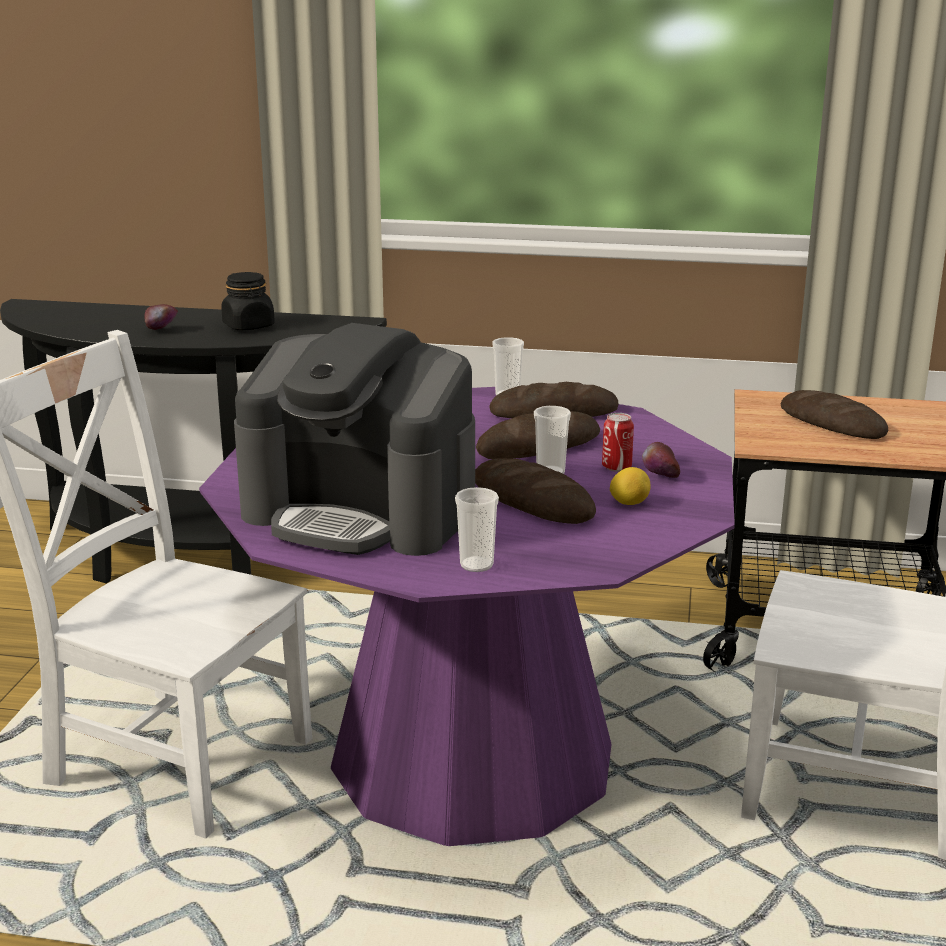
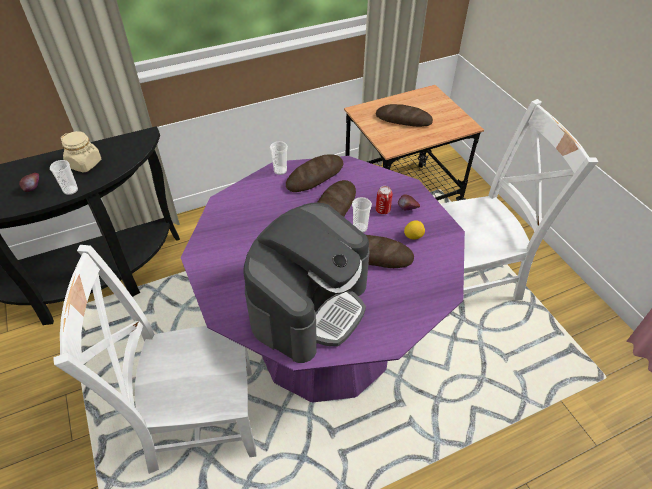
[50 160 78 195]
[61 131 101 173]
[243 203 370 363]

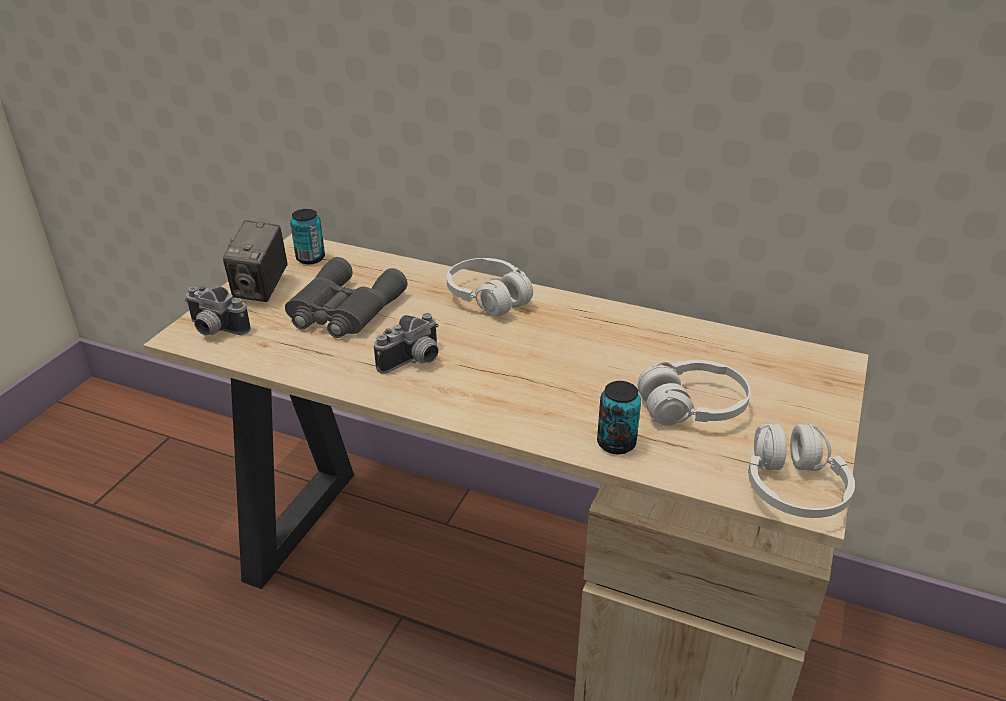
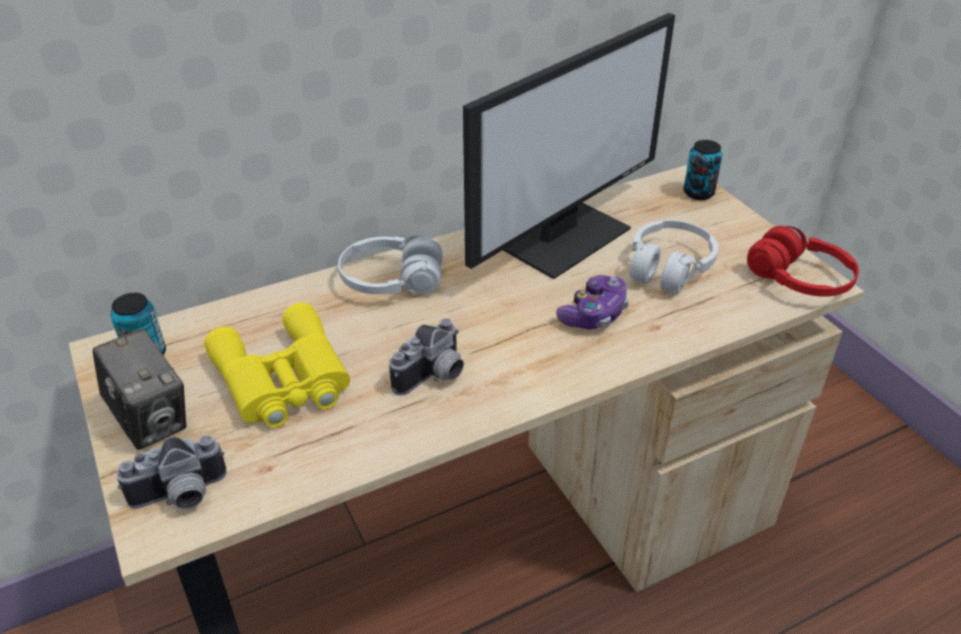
[204 302 350 427]
[389 318 464 395]
[463 13 675 279]
[556 275 629 329]
[683 140 722 200]
[747 226 859 297]

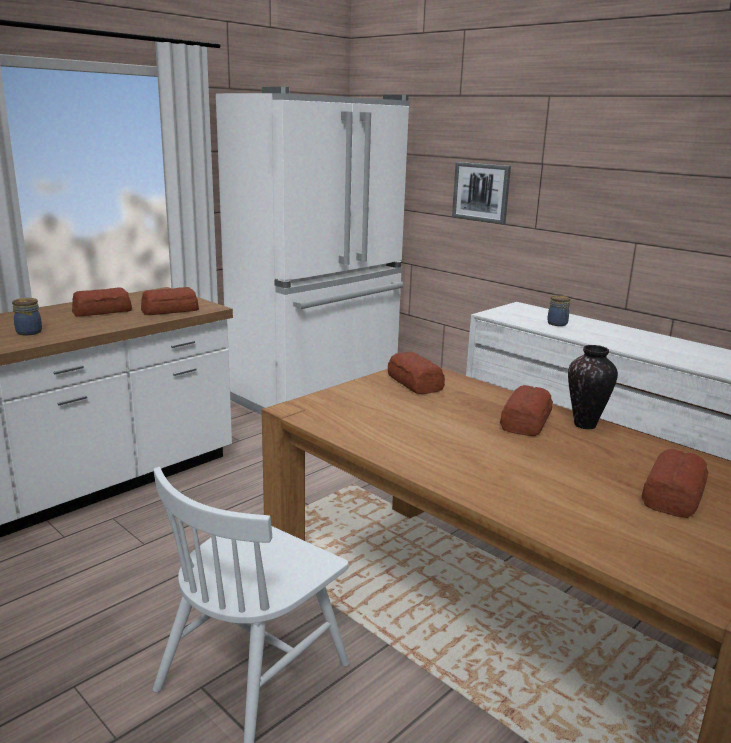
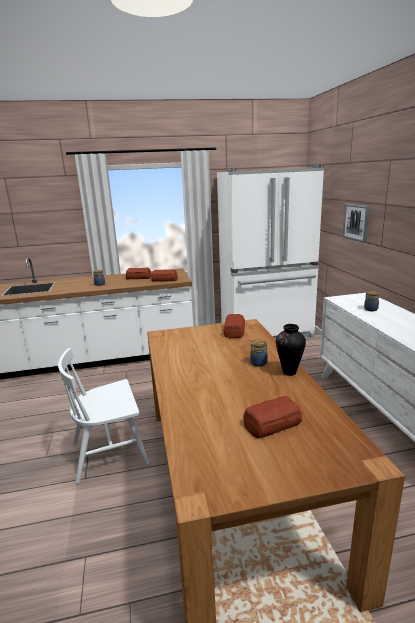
[250 340 268 367]

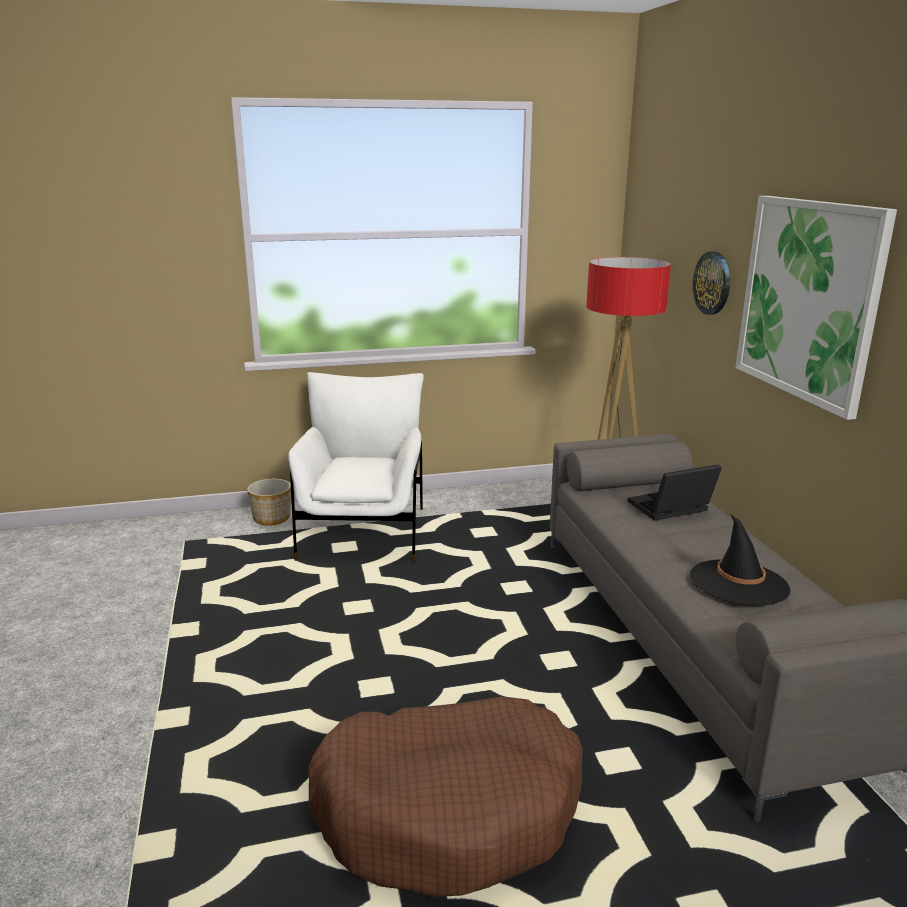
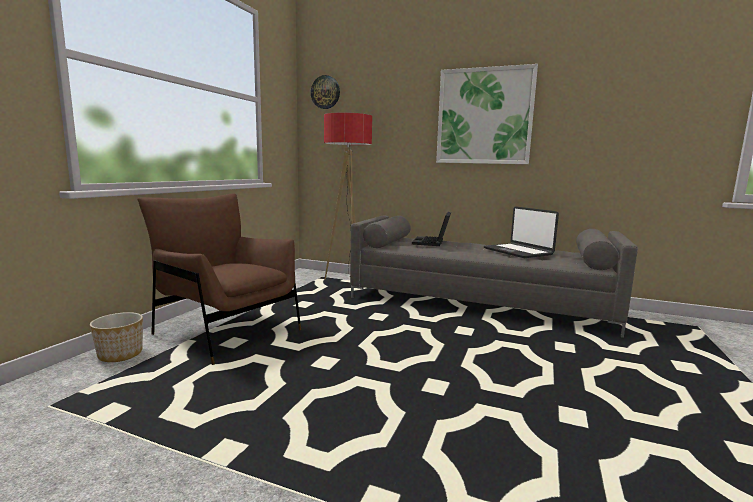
[137 194 301 365]
[311 75 340 109]
[484 206 559 258]
[308 696 583 897] (first image)

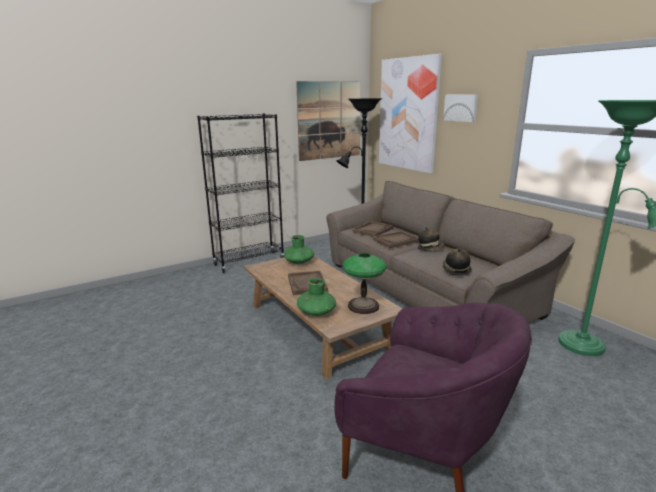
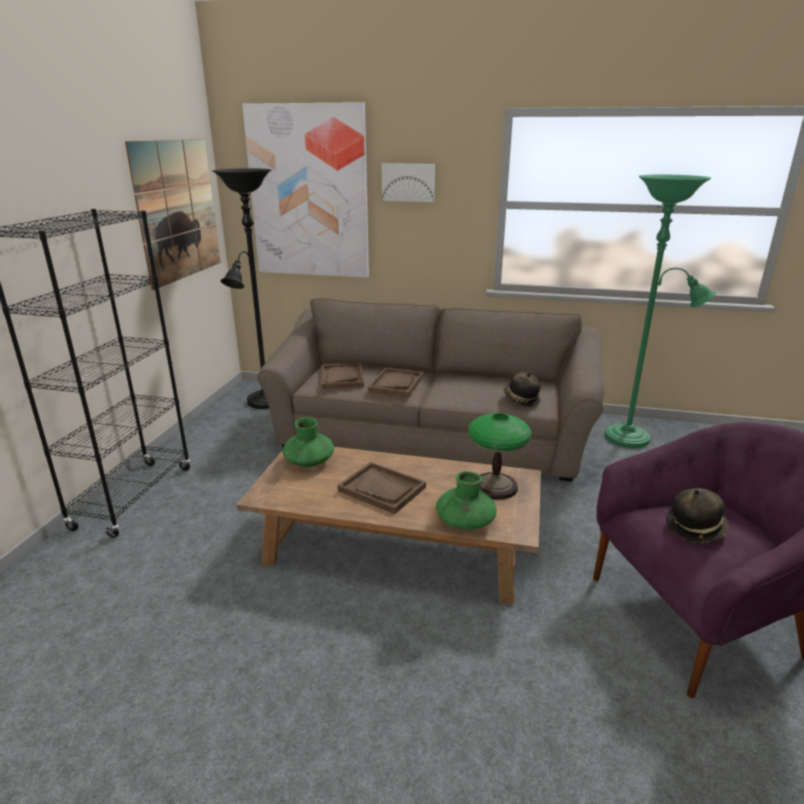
[666 488 729 543]

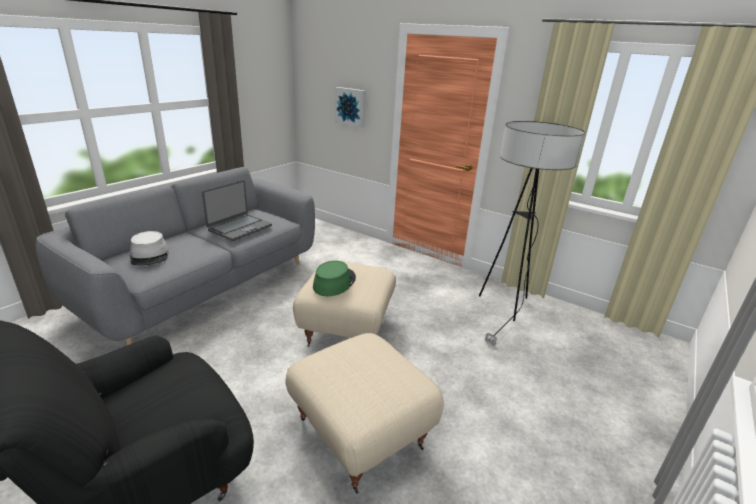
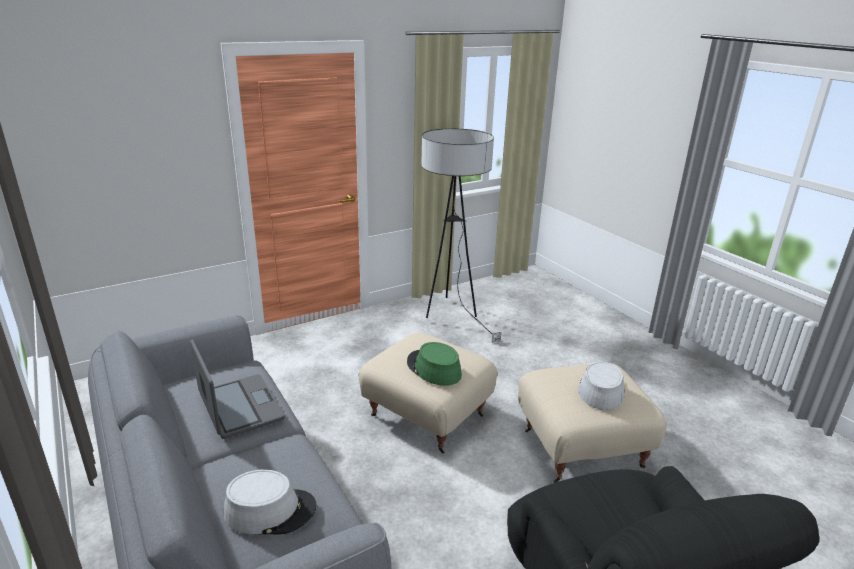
[578 362 625 410]
[335 87 366 127] (first image)

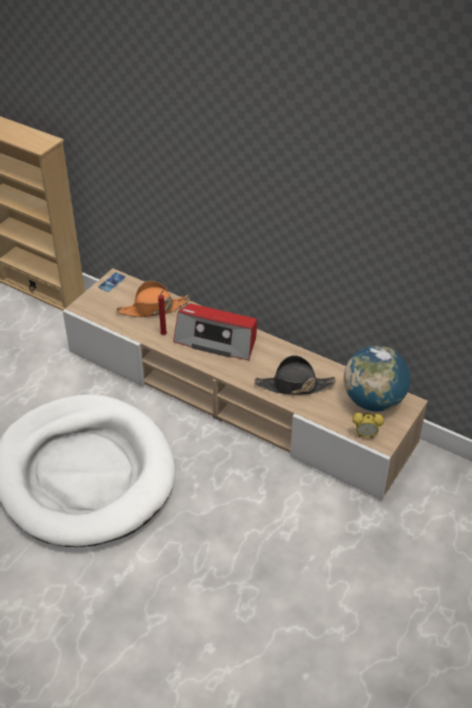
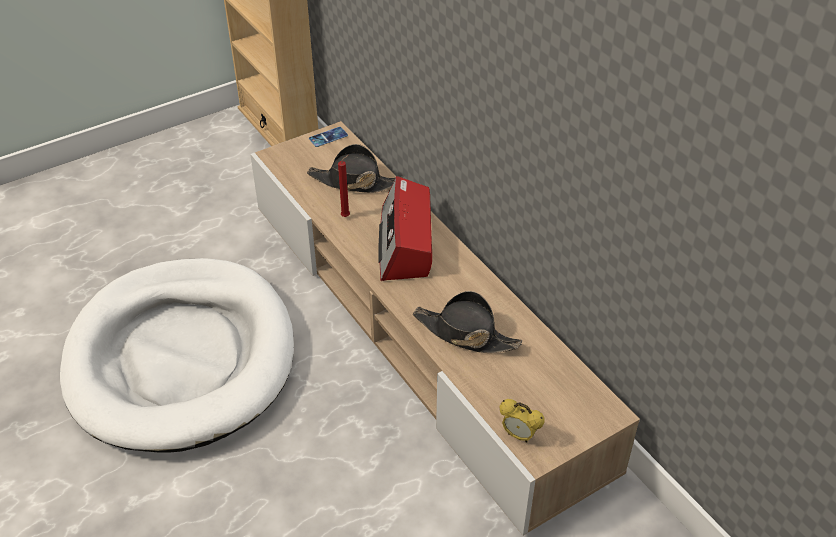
[307 144 403 193]
[379 176 432 281]
[344 346 410 412] (first image)

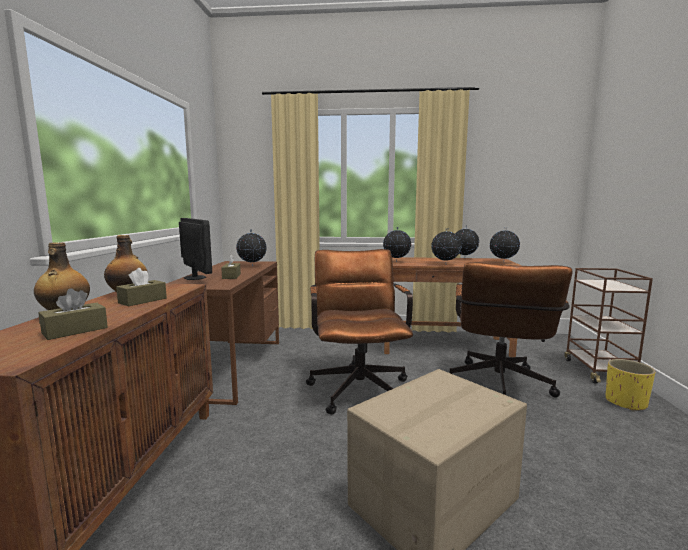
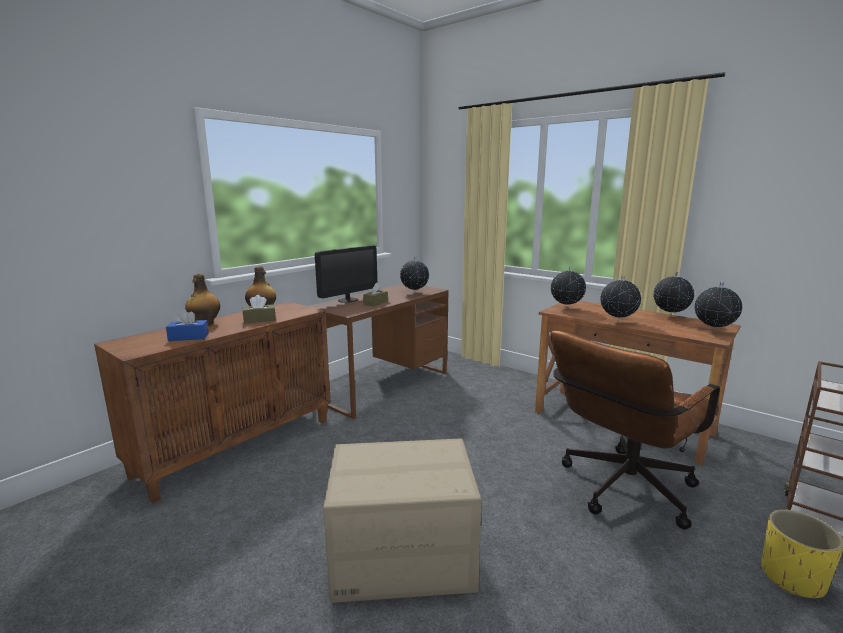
[166 310 209 341]
[315 245 377 303]
[306 249 413 415] (first image)

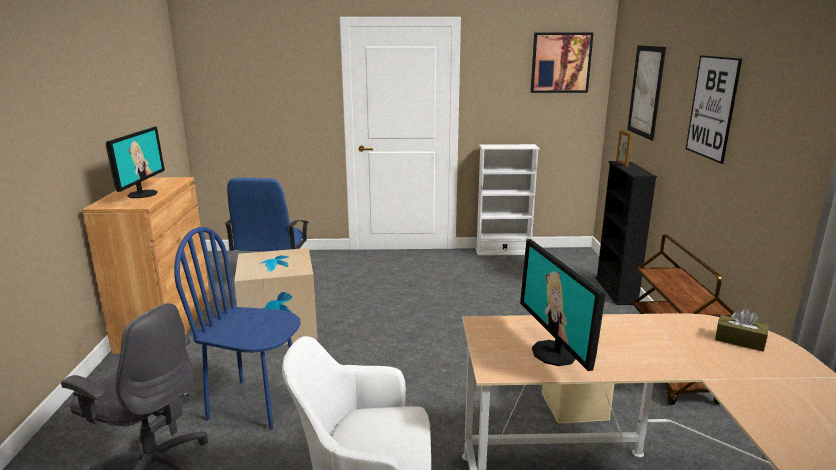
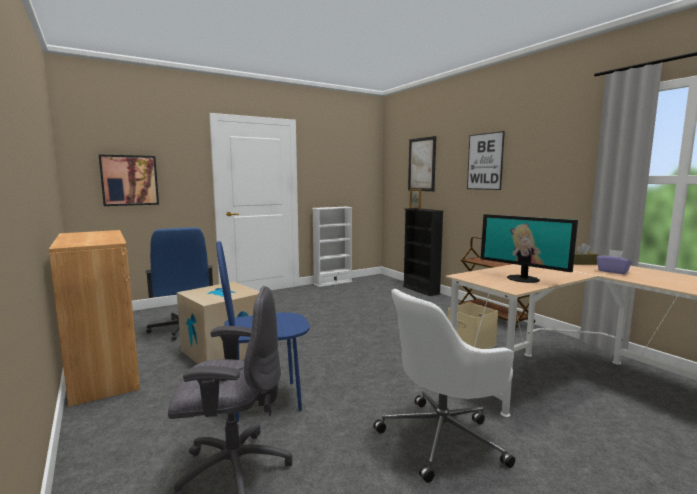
[99 154 159 206]
[597 250 632 274]
[106 126 165 198] (first image)

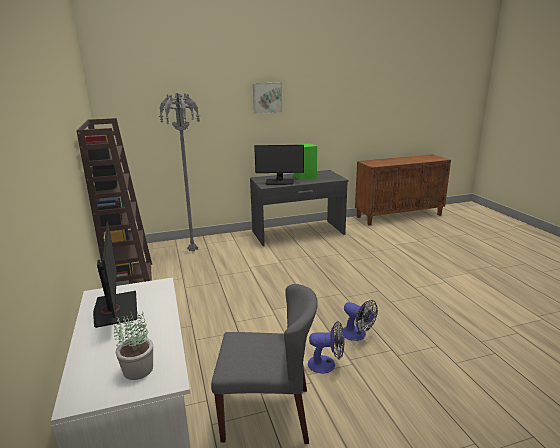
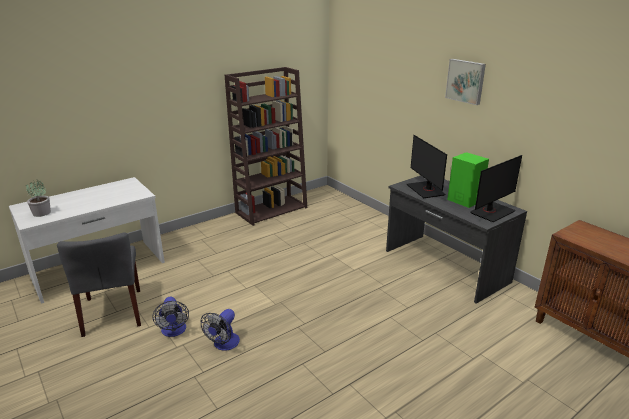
[470 155 522 222]
[159 93 200 251] (first image)

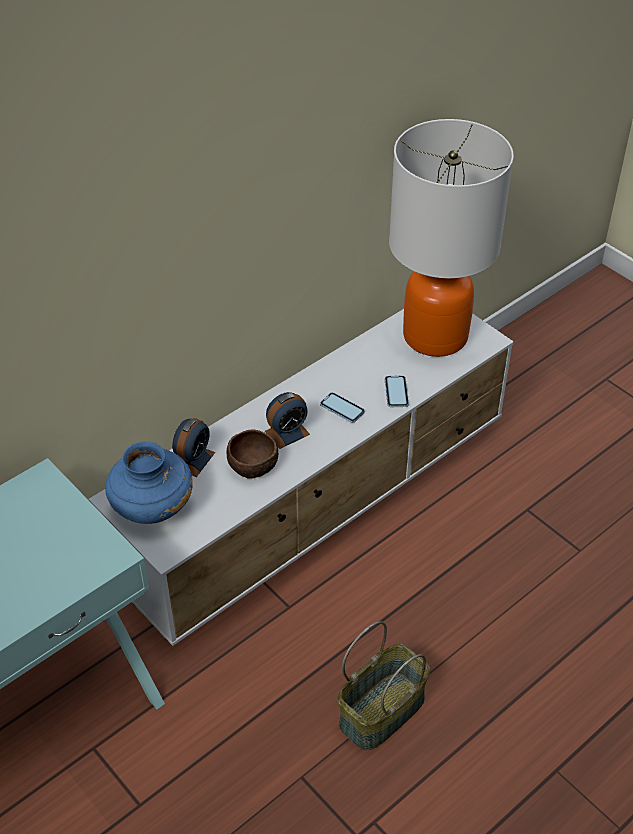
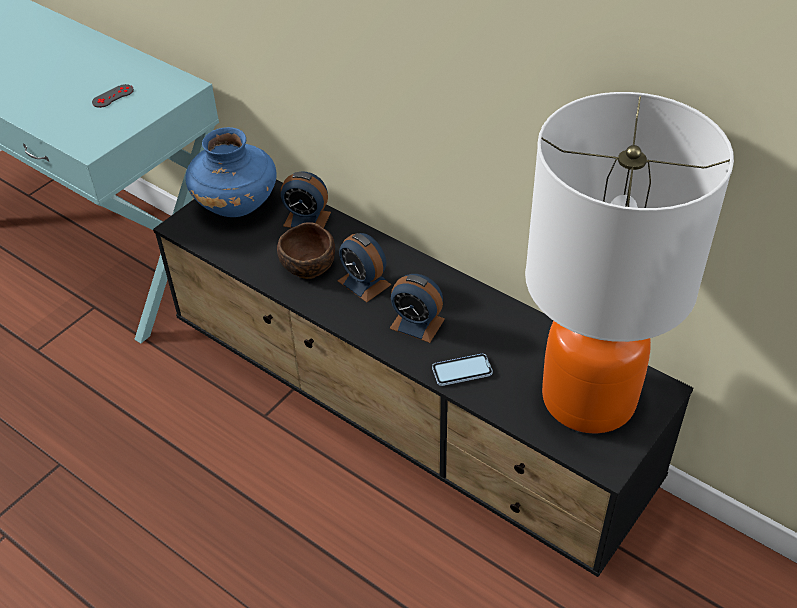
[92 84 134 108]
[153 180 693 577]
[390 274 445 343]
[338 621 430 750] (first image)

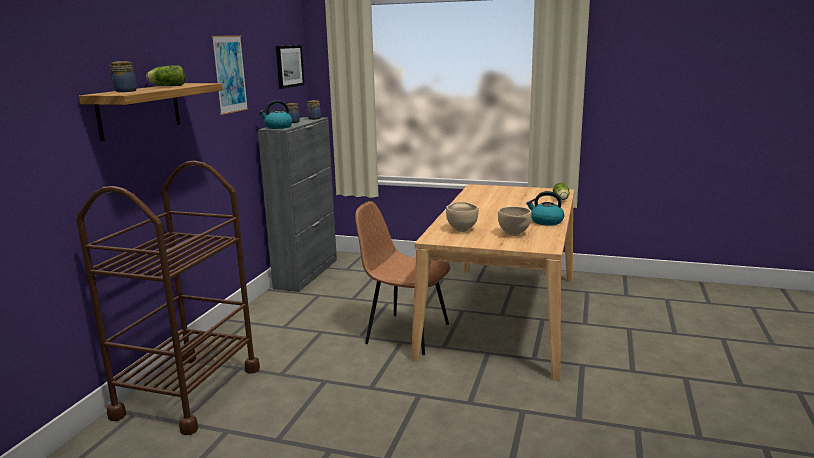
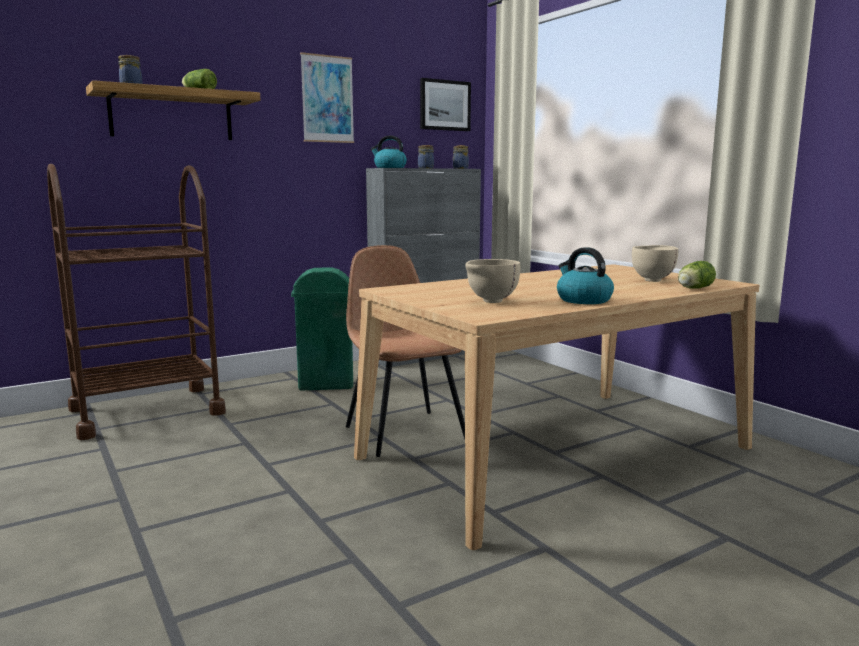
[291 267 353 391]
[632 245 678 282]

